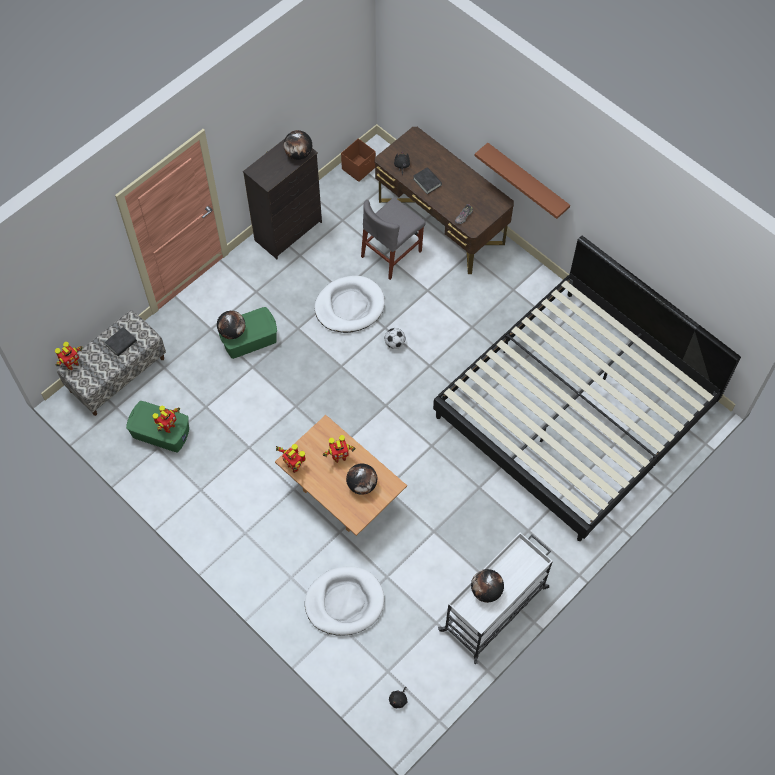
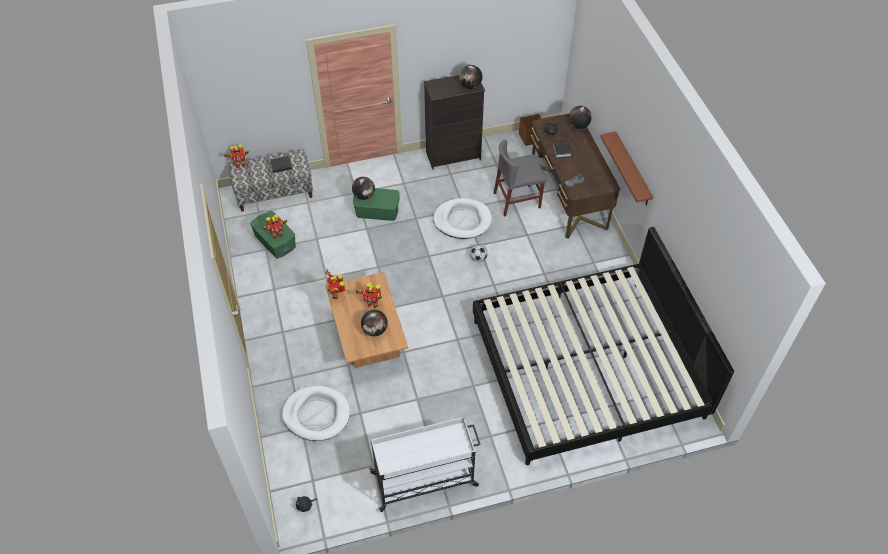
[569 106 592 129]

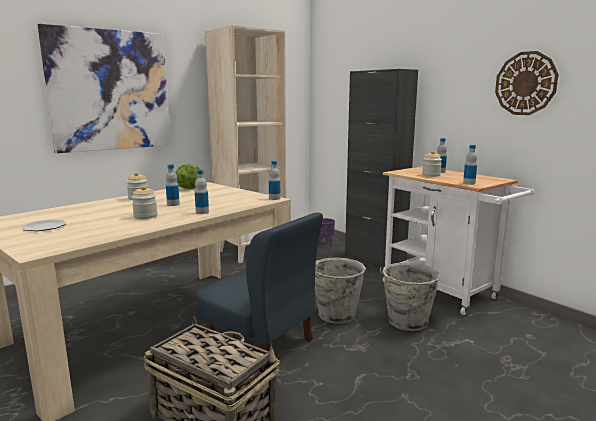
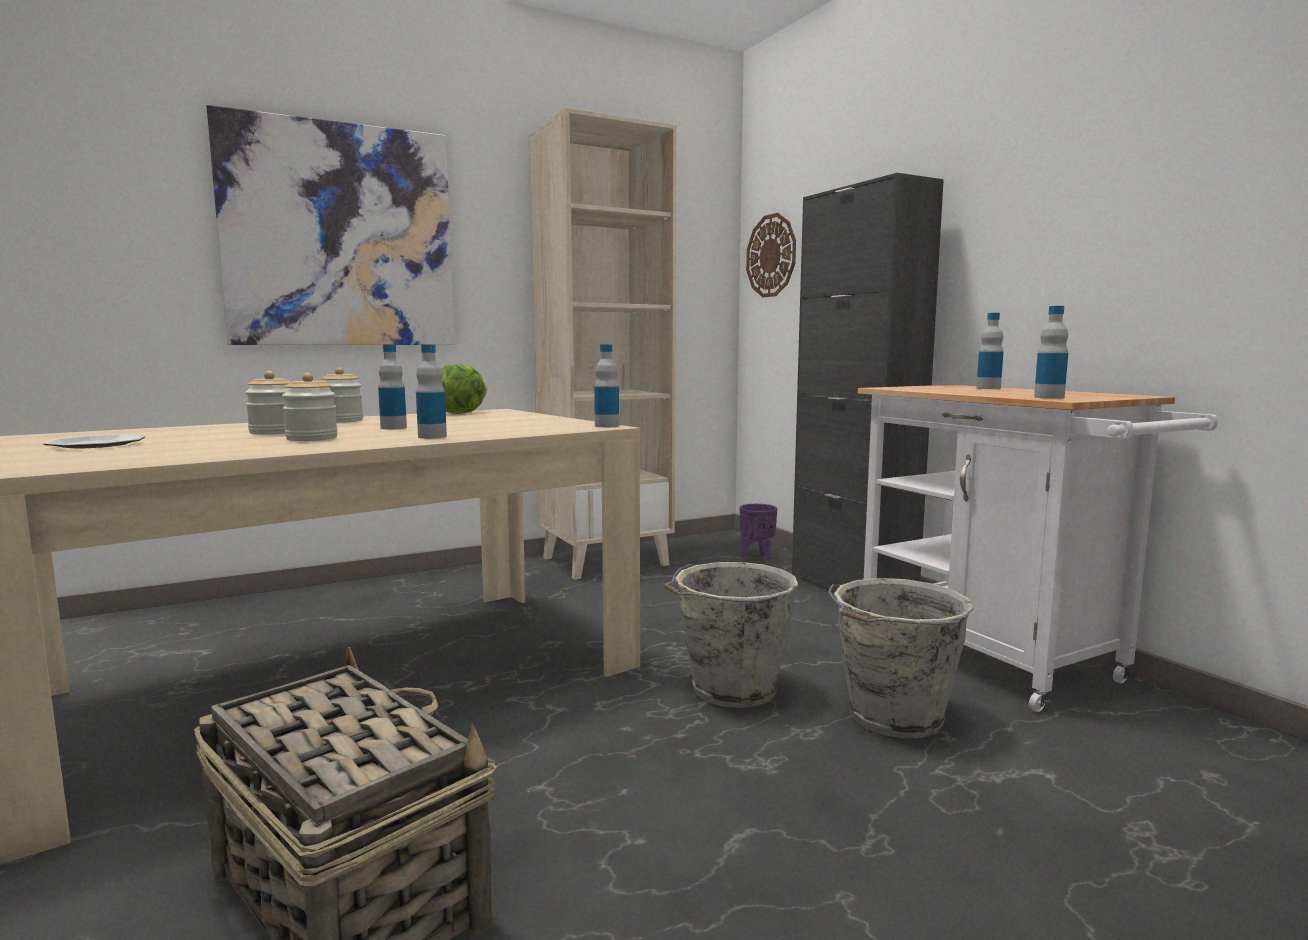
[245 371 290 435]
[746 213 796 297]
[195 212 323 351] (first image)

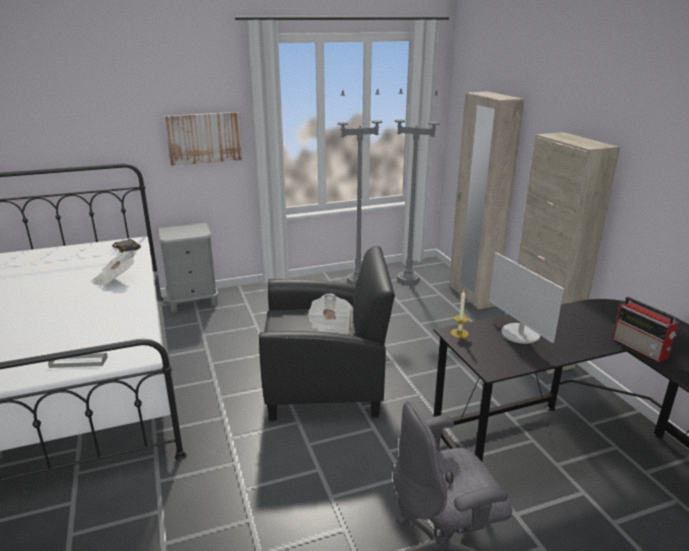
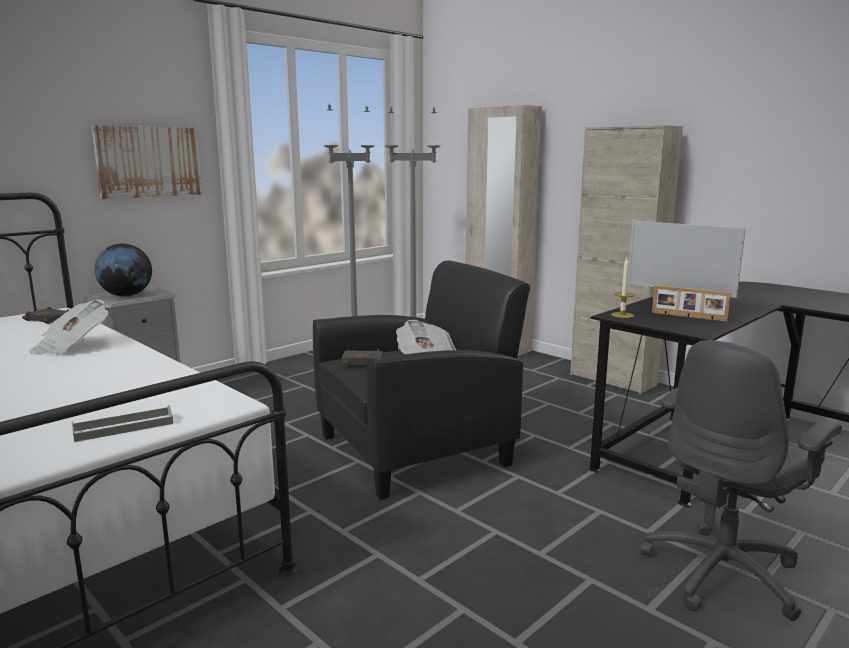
[94 244 152 297]
[341 349 383 366]
[652 285 731 322]
[612 297 679 362] (first image)

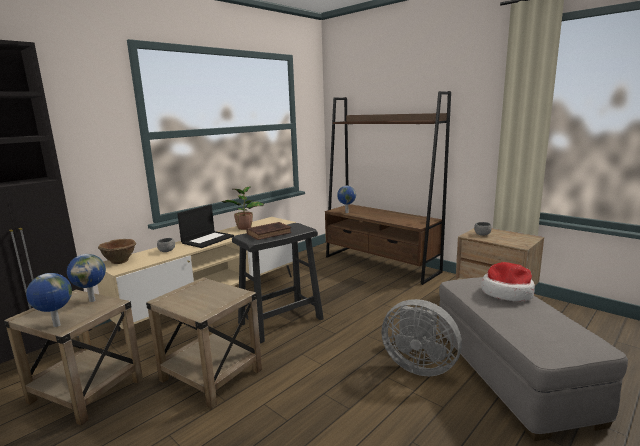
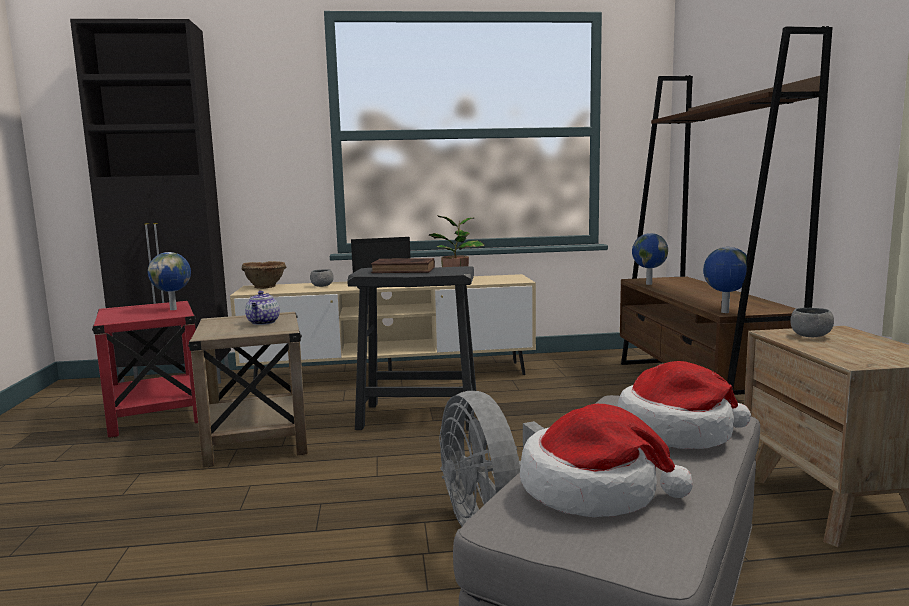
[92 301 198 438]
[245 291 280 325]
[520 404 693 517]
[703 247 747 313]

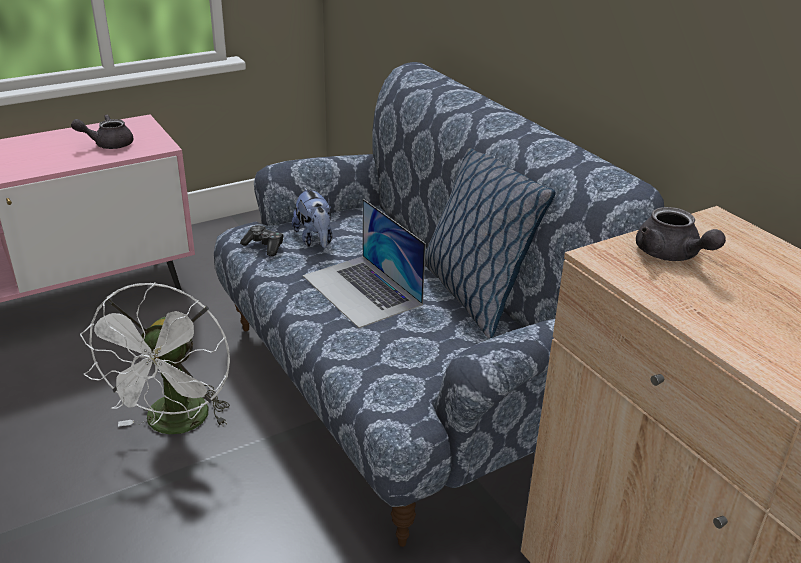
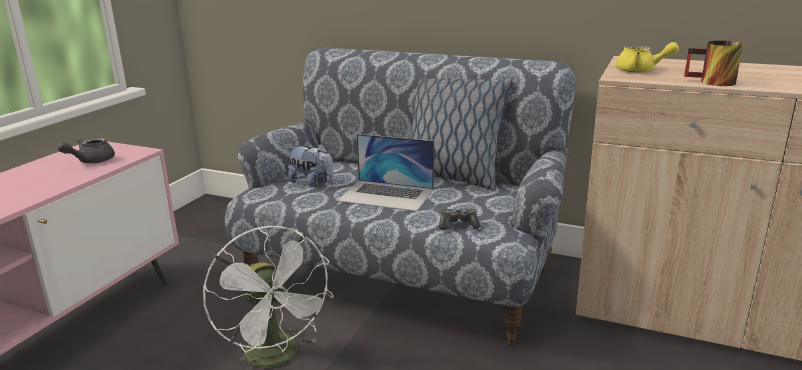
[439 208 481 230]
[616 42 679 72]
[684 40 743 86]

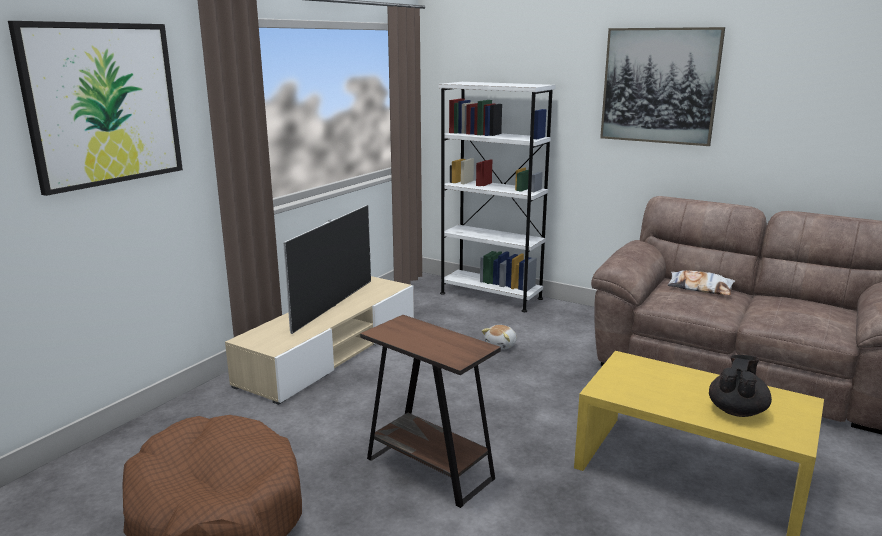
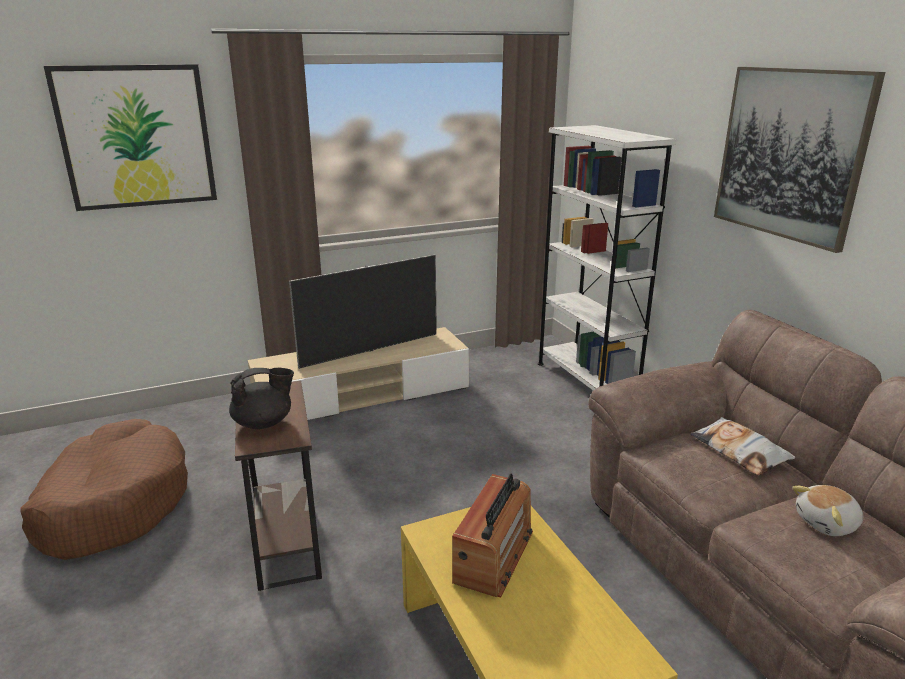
[229 368 294 429]
[452 474 533 597]
[792 485 863 536]

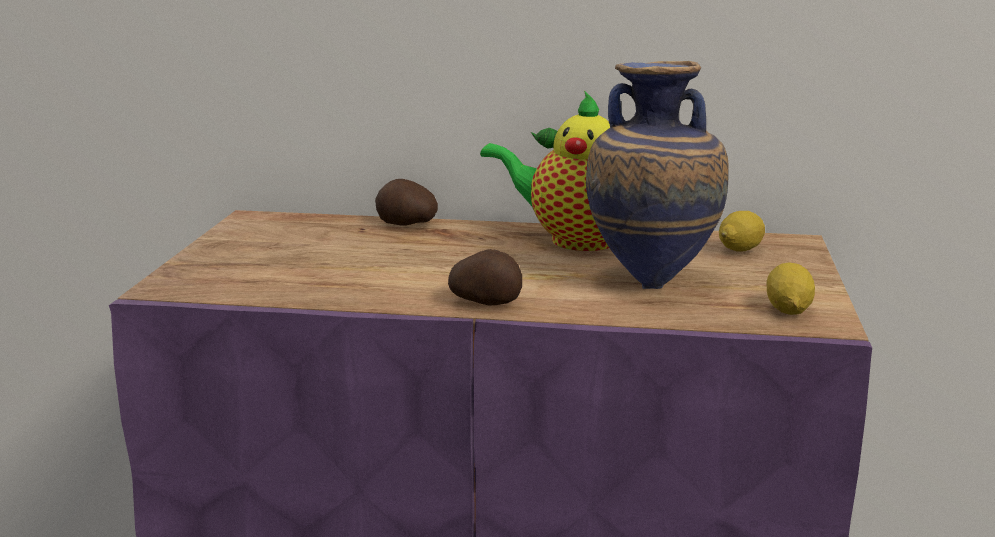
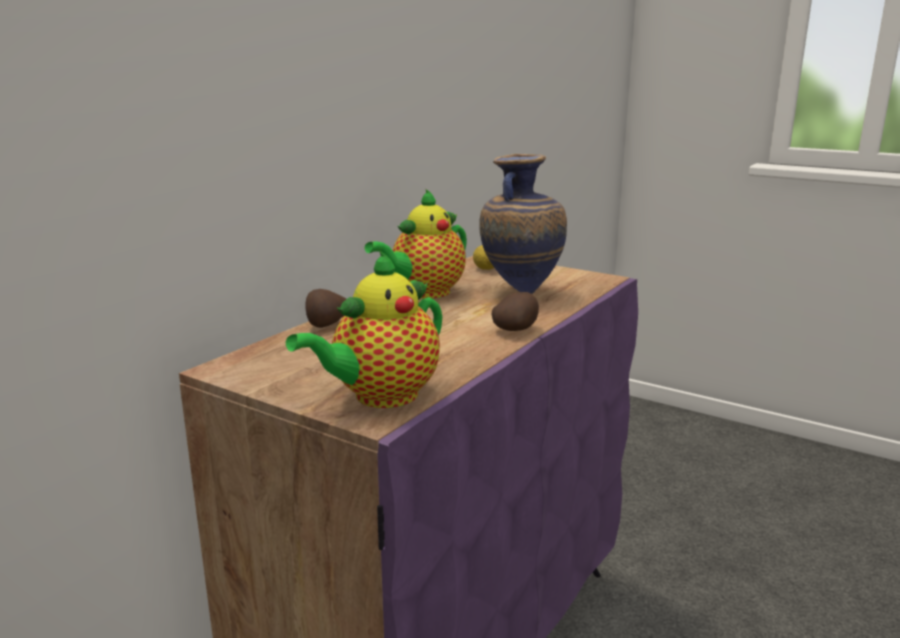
[286 250 442 408]
[767 262 815 315] (first image)

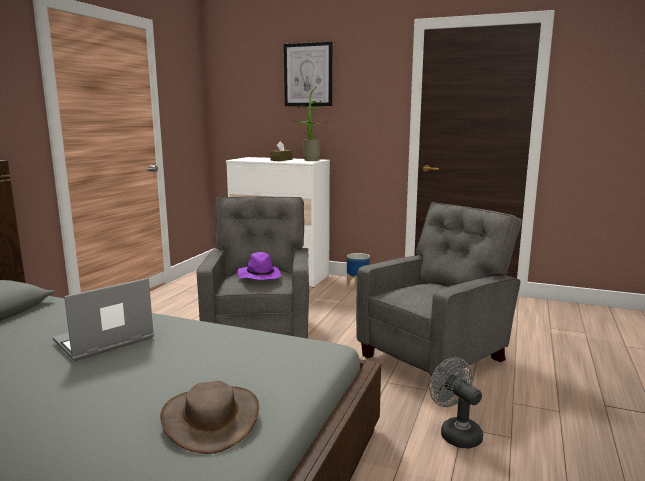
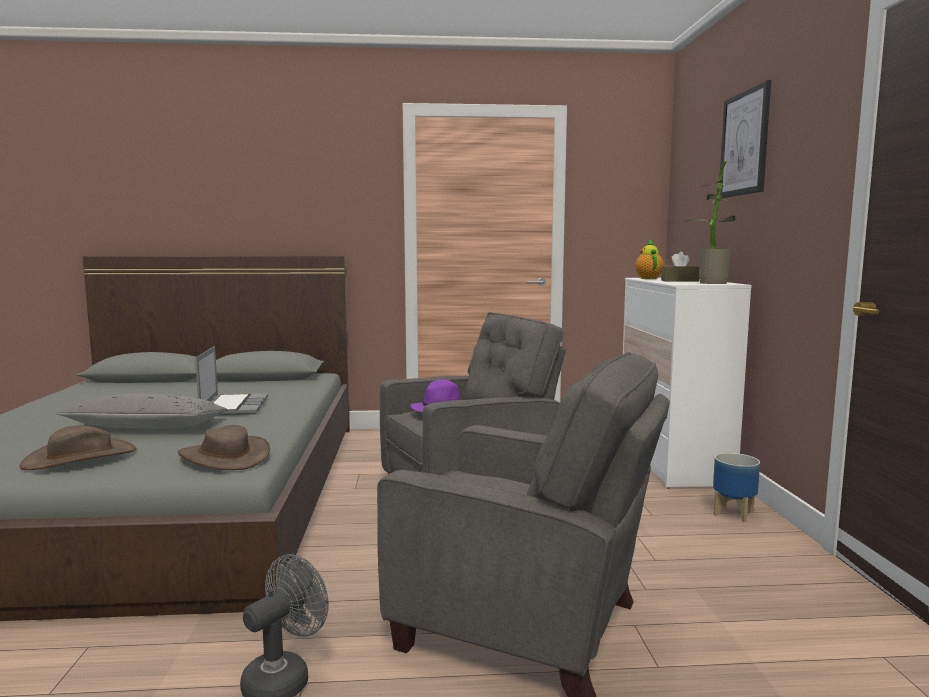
[56 394 227 428]
[178 425 270 470]
[195 346 268 416]
[635 239 664 279]

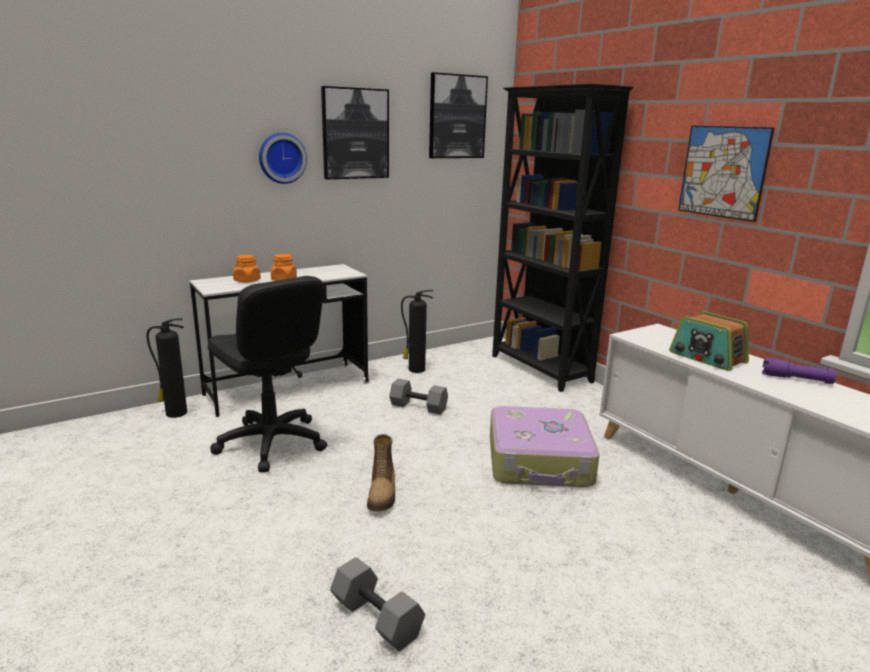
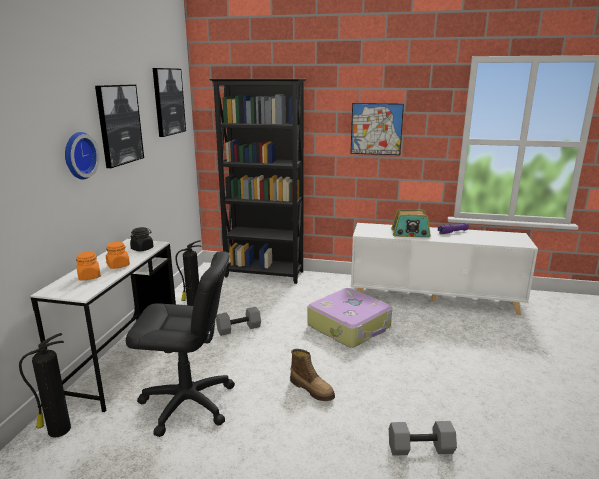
[130 227 154 252]

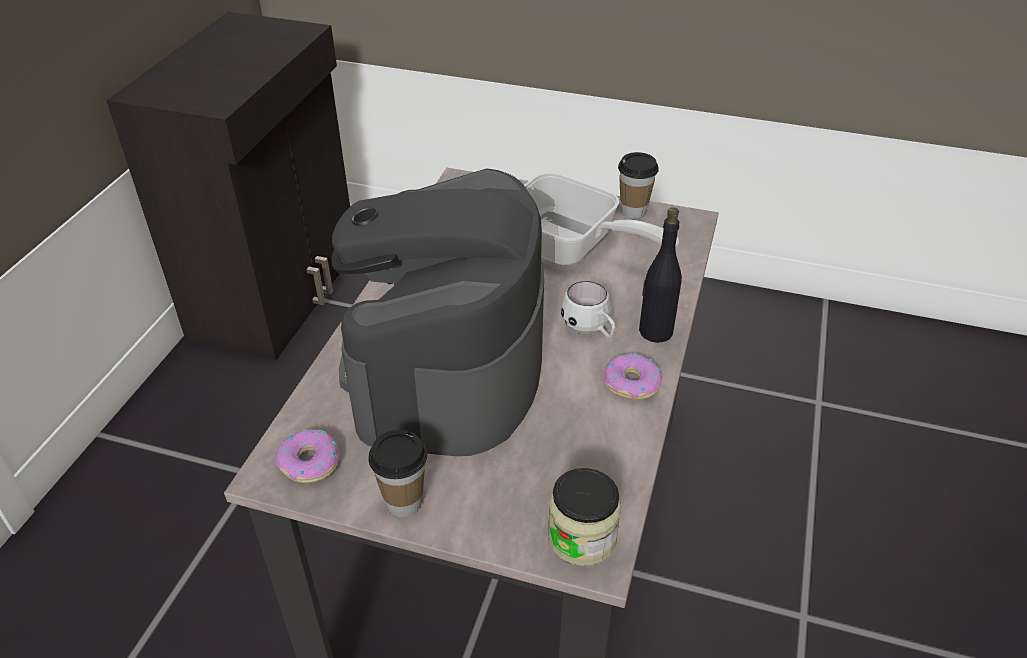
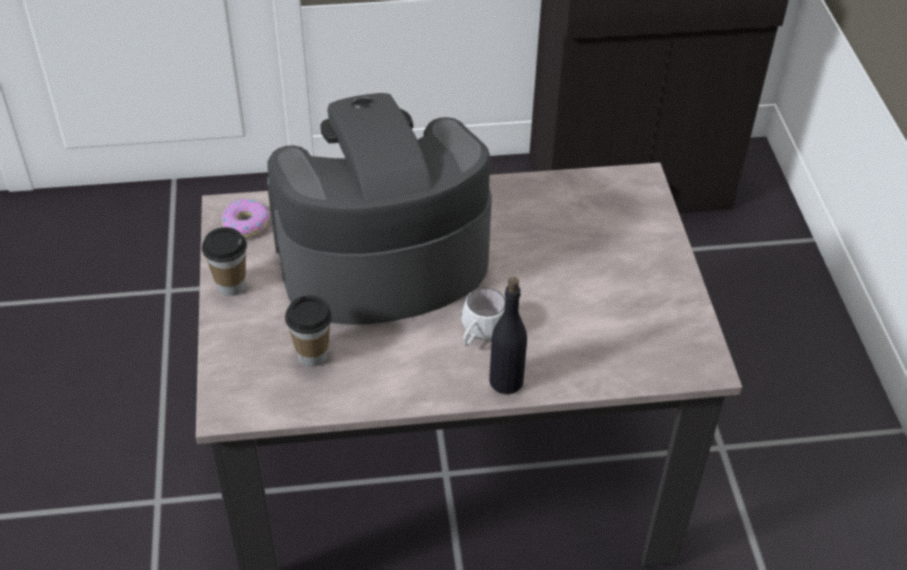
[285 295 332 367]
[524 172 679 265] (first image)
[548 468 621 566] (first image)
[604 353 662 400] (first image)

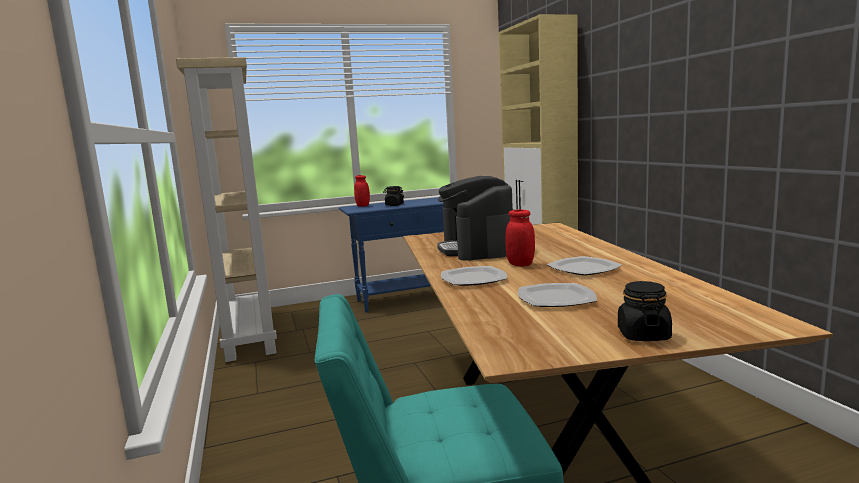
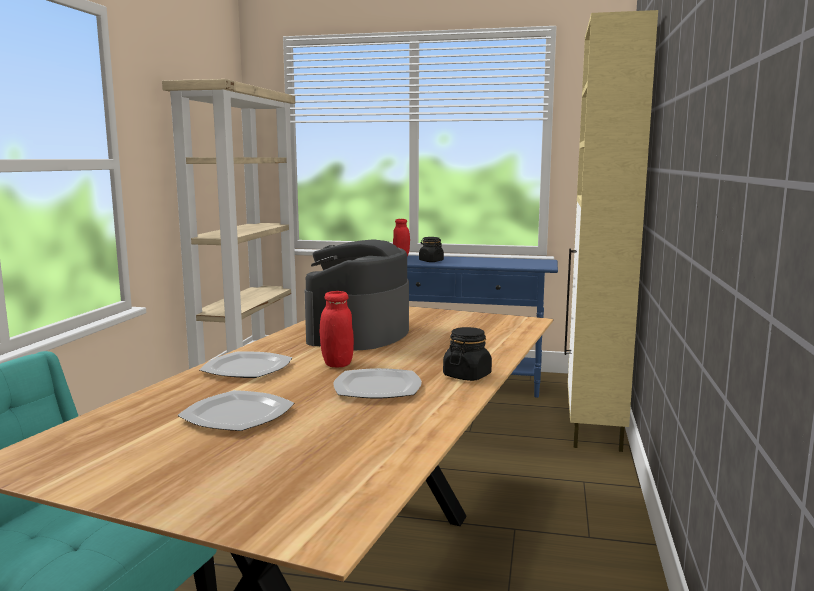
[443 327 492 381]

